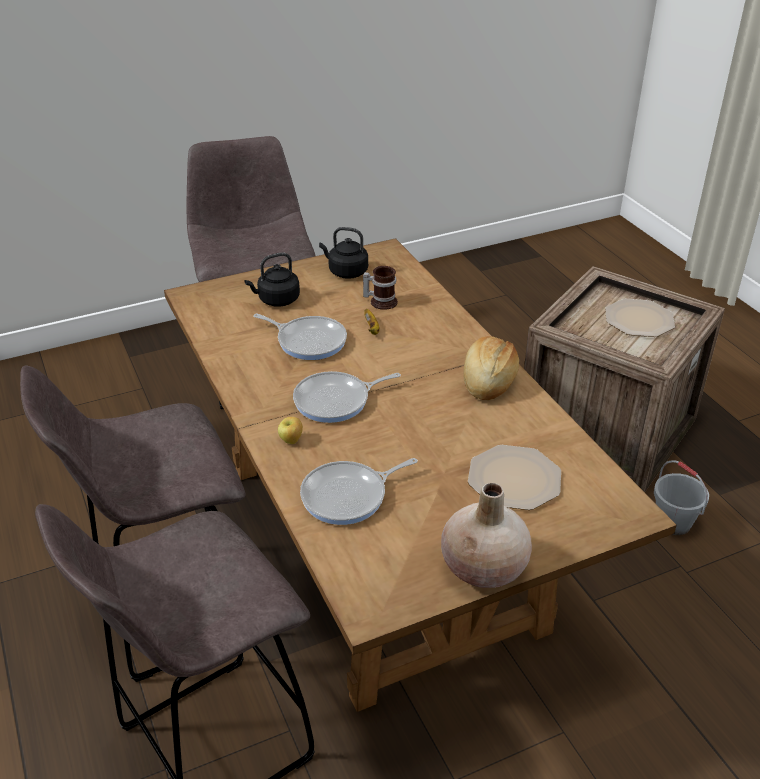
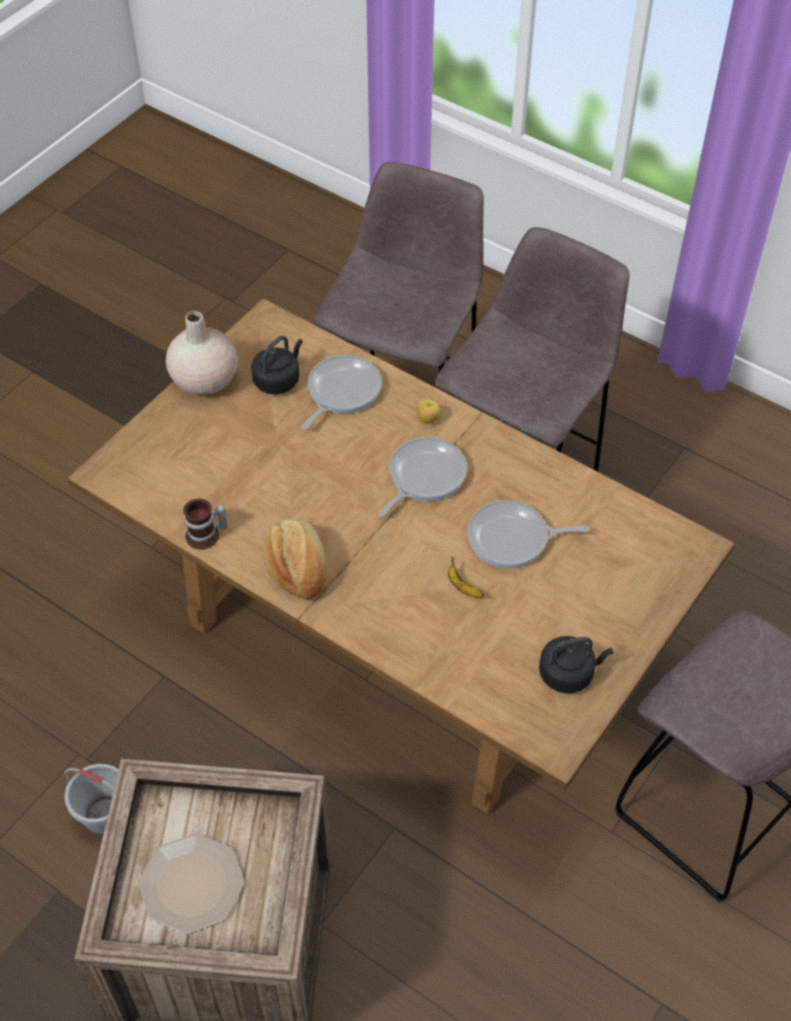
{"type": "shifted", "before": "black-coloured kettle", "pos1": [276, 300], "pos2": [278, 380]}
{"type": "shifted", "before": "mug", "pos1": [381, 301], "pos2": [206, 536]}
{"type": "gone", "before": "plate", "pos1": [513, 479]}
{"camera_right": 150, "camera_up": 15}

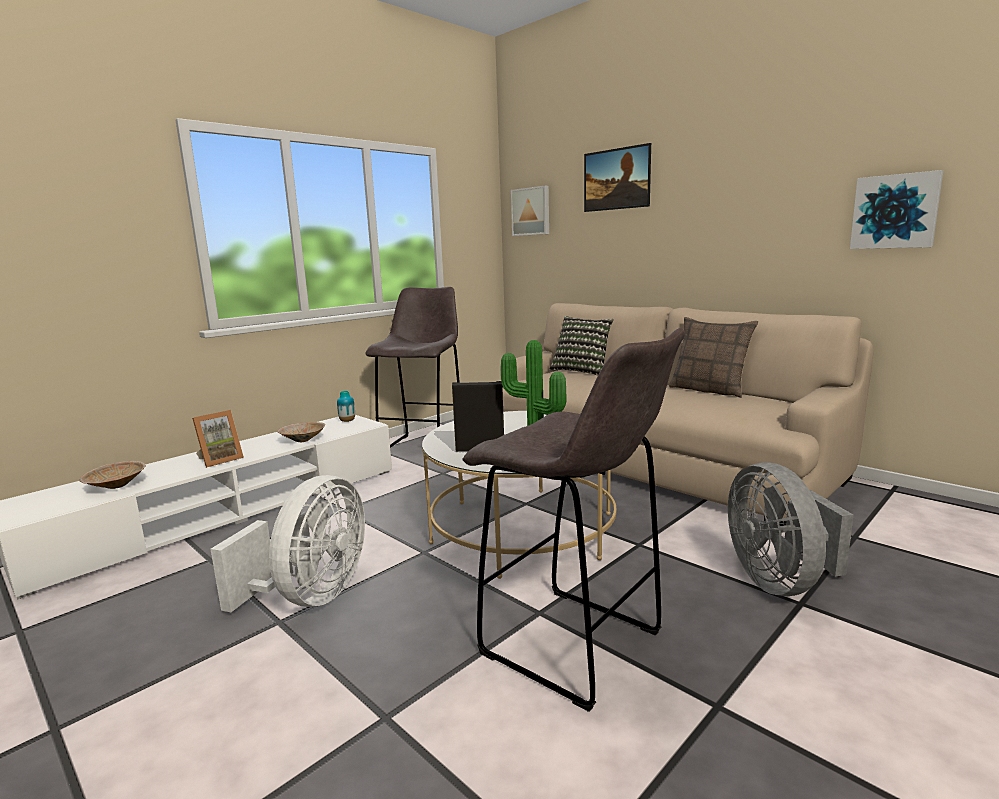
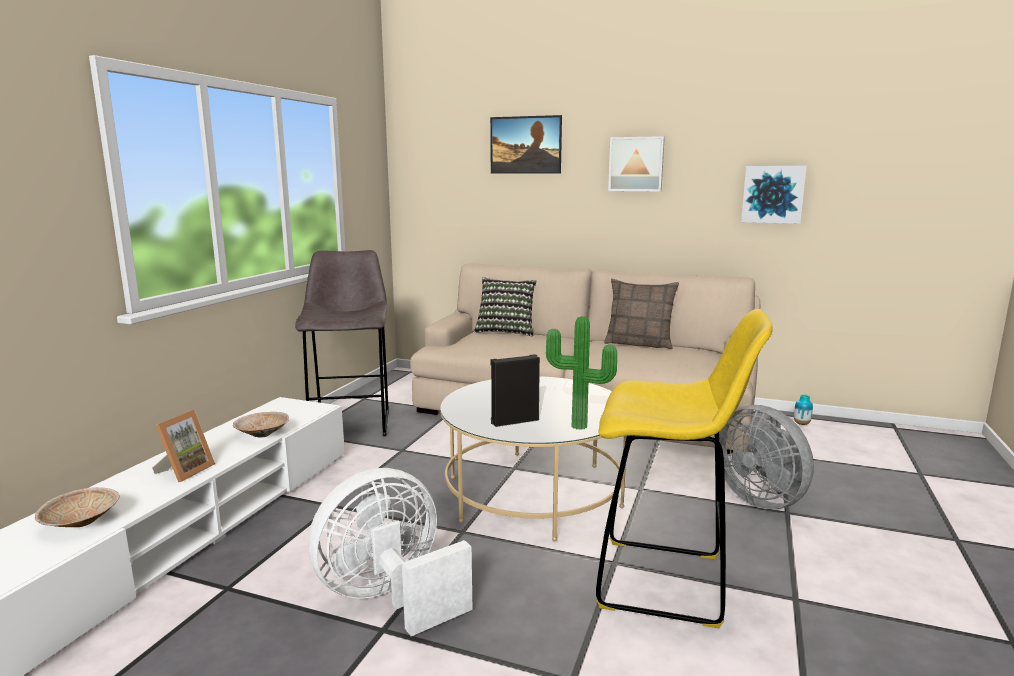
{"type": "shifted", "before": "picture", "pos1": [531, 211], "pos2": [636, 164]}
{"type": "repainted", "before": "grey sitting stool", "after": "yellow-coloured sitting stool", "pos1": [576, 646], "pos2": [666, 582]}
{"type": "shifted", "before": "decorative vase", "pos1": [347, 421], "pos2": [801, 424]}
{"type": "rotated", "before": "white electric fan", "pos1": [311, 596], "pos2": [390, 597], "turn": -120}
{"camera_right": -25, "camera_up": 0}

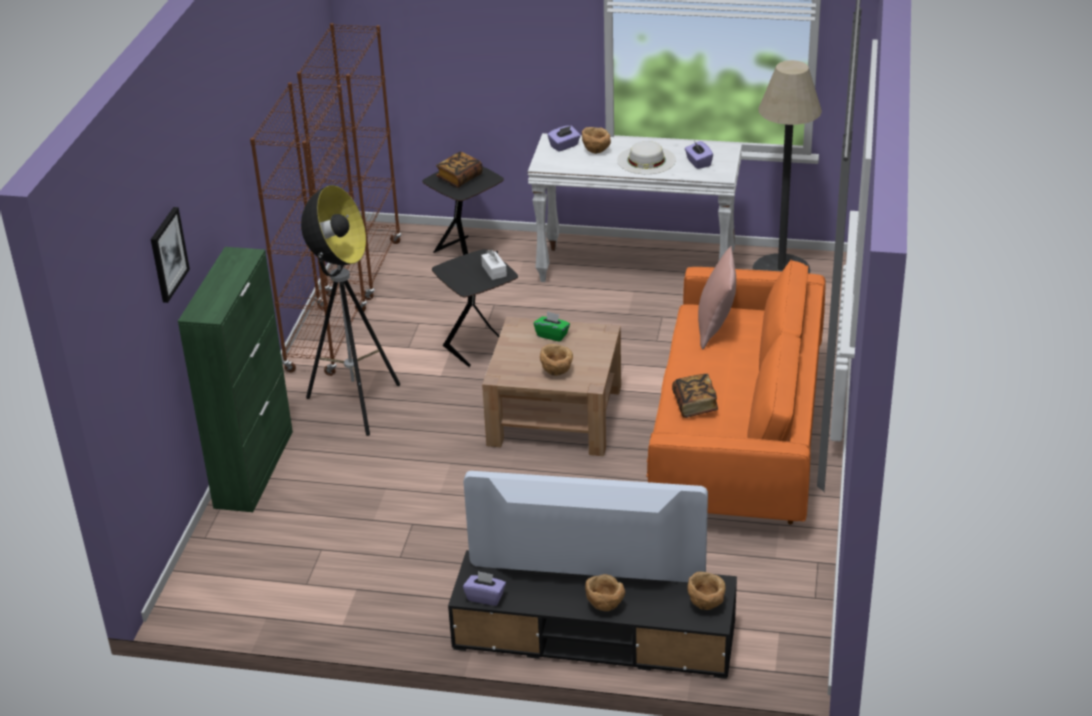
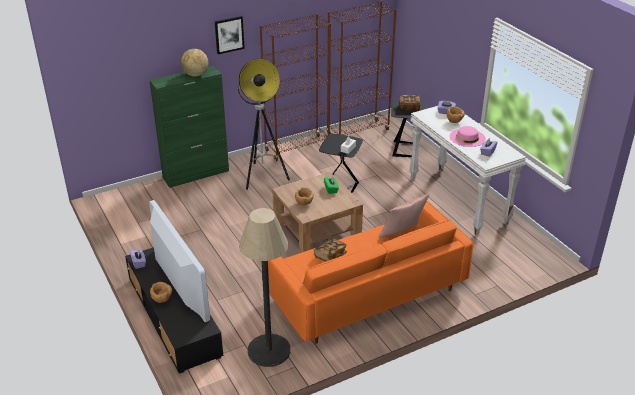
{"type": "shifted", "before": "standard lamp", "pos1": [781, 271], "pos2": [269, 350]}
{"type": "repainted", "before": "white hat", "after": "pink hat", "pos1": [646, 160], "pos2": [467, 137]}
{"type": "shifted", "before": "picture", "pos1": [168, 254], "pos2": [229, 34]}
{"type": "gone", "before": "brownish serving bowl", "pos1": [706, 604]}
{"type": "new", "after": "desk globe", "pos2": [195, 75]}
{"camera_right": 50, "camera_up": 0}

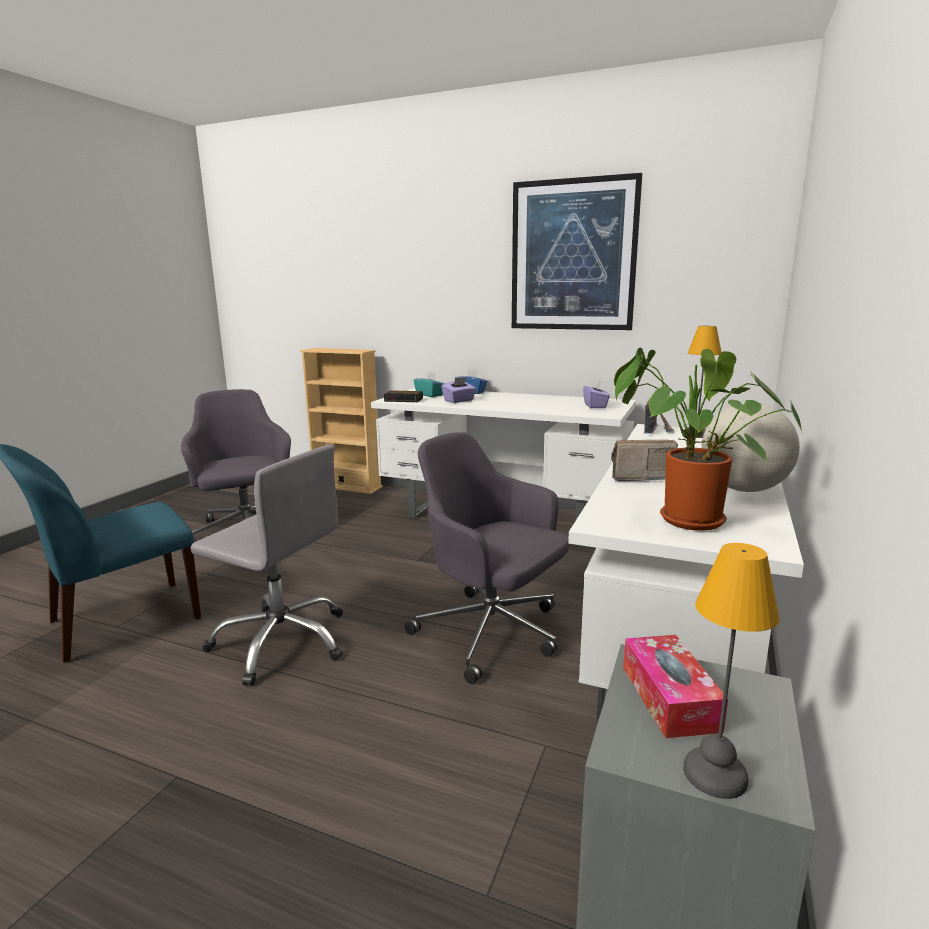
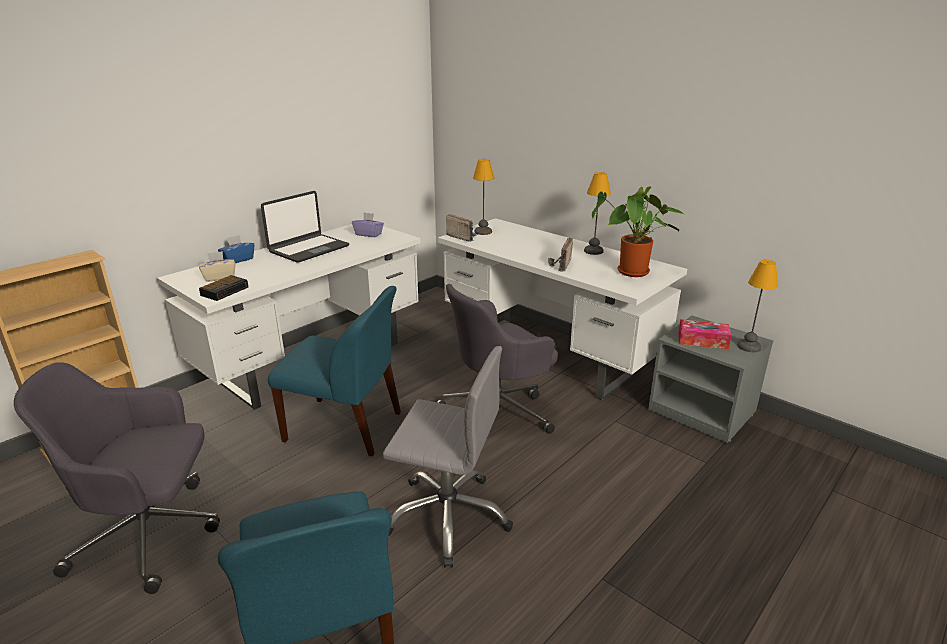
{"type": "gone", "before": "picture", "pos1": [573, 256]}
{"type": "repainted", "before": "turquoise tissue box", "after": "sand-coloured tissue box", "pos1": [430, 395], "pos2": [219, 277]}
{"type": "gone", "before": "purple tissue box", "pos1": [459, 401]}
{"type": "swapped", "before": "desk globe", "after": "table lamp", "pos1": [743, 489], "pos2": [593, 251]}
{"type": "rotated", "before": "grey desk chair", "pos1": [282, 641], "pos2": [448, 516], "turn": 60}
{"type": "new", "after": "notebook computer", "pos2": [308, 249]}
{"type": "new", "after": "bluish chair", "pos2": [346, 427]}
{"camera_right": -70, "camera_up": 10}

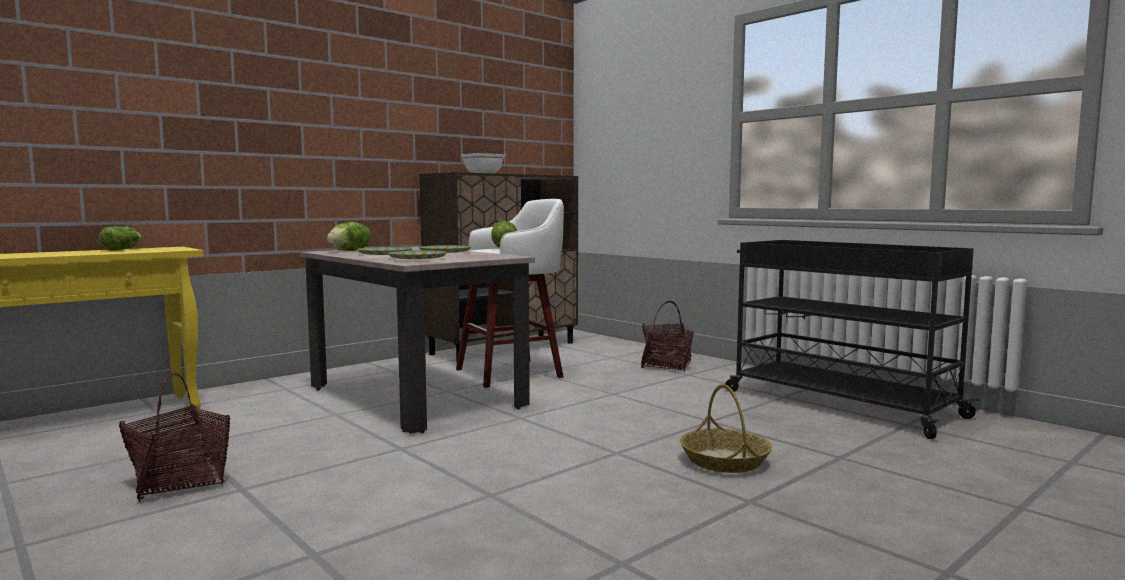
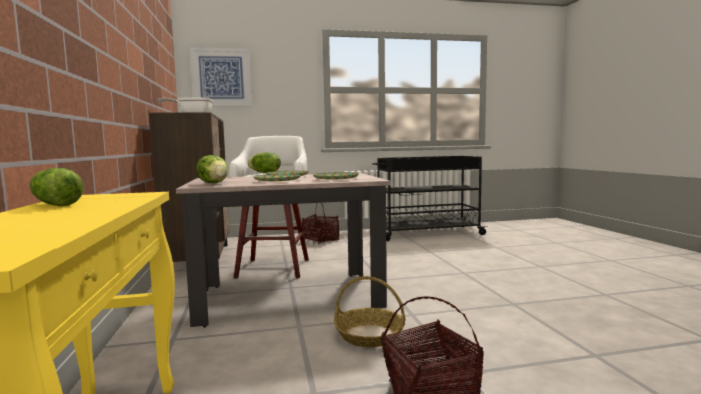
{"type": "shifted", "before": "basket", "pos1": [725, 461], "pos2": [370, 335]}
{"type": "new", "after": "picture", "pos2": [221, 77]}
{"camera_right": -60, "camera_up": 0}

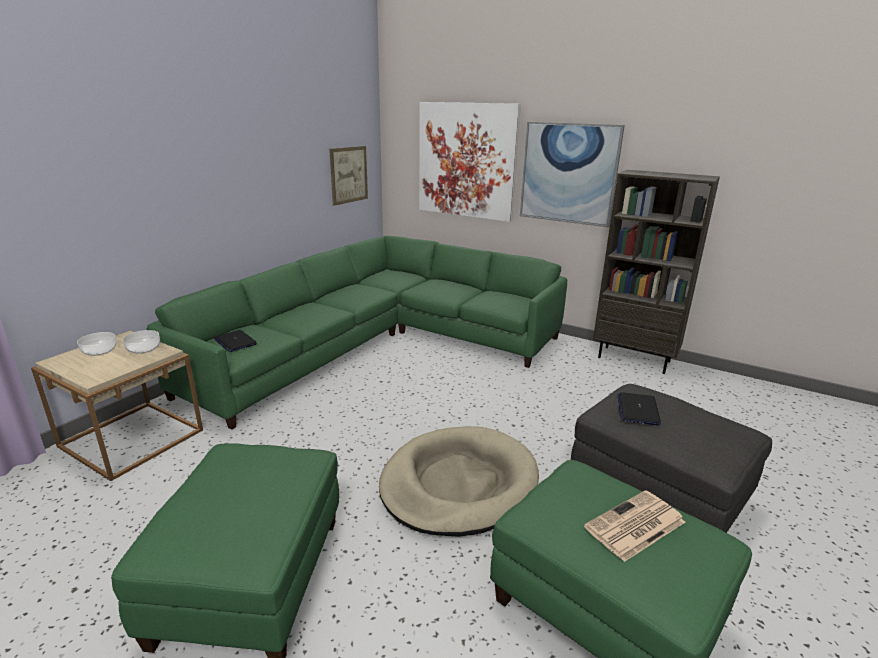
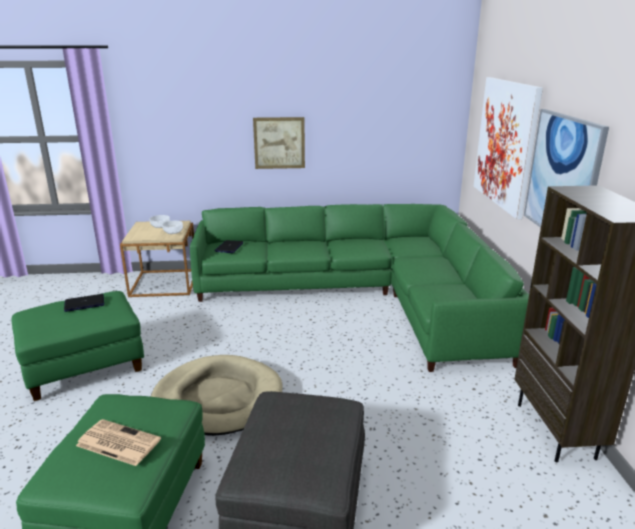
{"type": "shifted", "before": "picture", "pos1": [349, 175], "pos2": [279, 143]}
{"type": "shifted", "before": "notebook computer", "pos1": [638, 409], "pos2": [84, 303]}
{"camera_right": 55, "camera_up": 0}

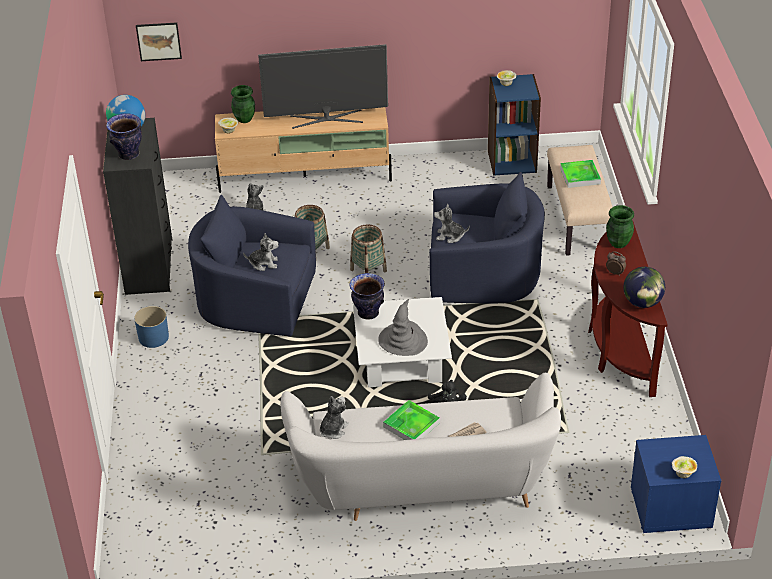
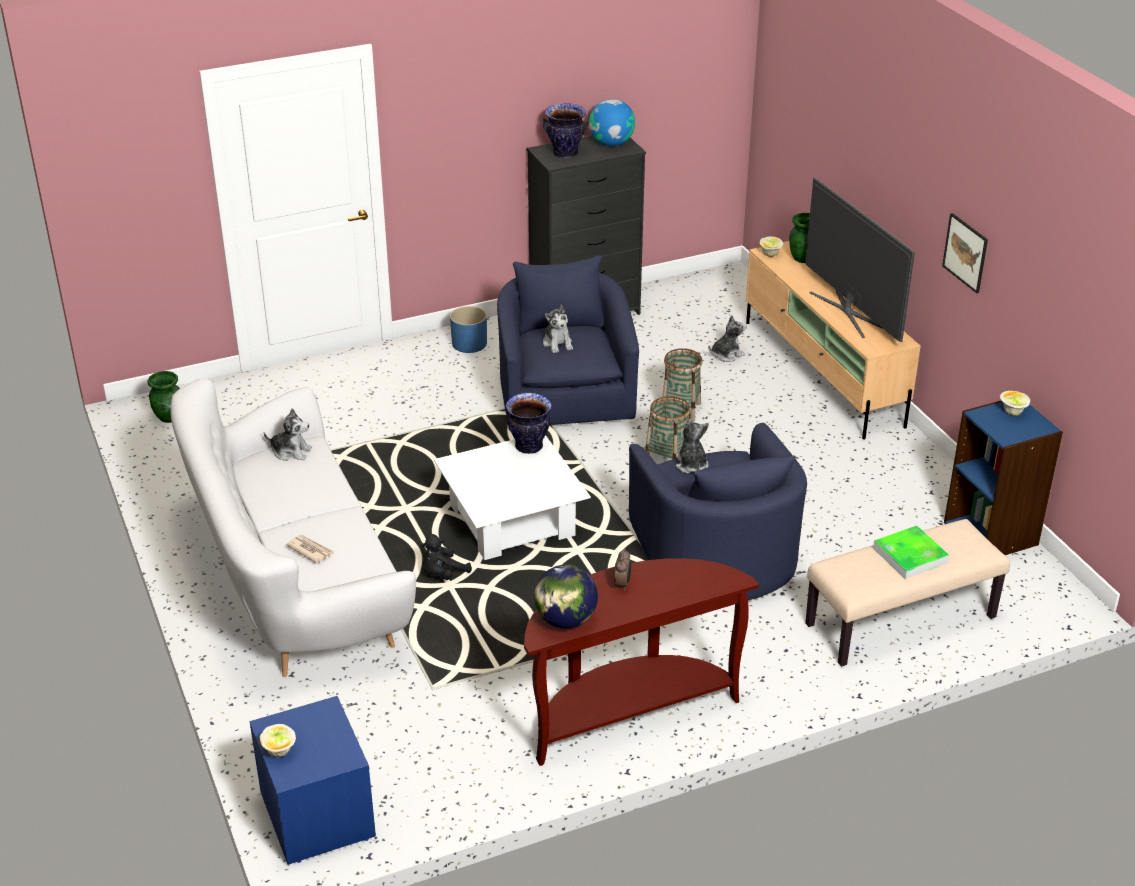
{"type": "shifted", "before": "picture", "pos1": [158, 41], "pos2": [965, 252]}
{"type": "shifted", "before": "green-coloured decorative vase", "pos1": [618, 243], "pos2": [169, 417]}
{"type": "gone", "before": "grey hat", "pos1": [403, 340]}
{"type": "gone", "before": "serving tray", "pos1": [411, 425]}
{"camera_right": 70, "camera_up": -5}

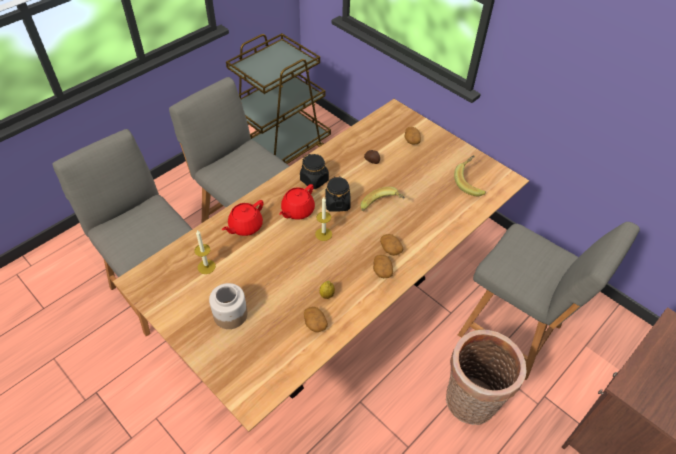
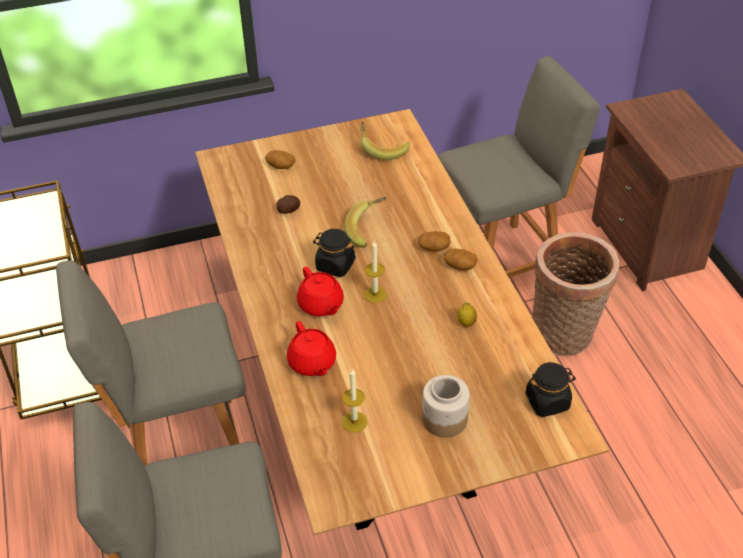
{"type": "shifted", "before": "black-coloured storage jar", "pos1": [314, 180], "pos2": [547, 401]}
{"type": "gone", "before": "spud", "pos1": [315, 323]}
{"camera_right": -60, "camera_up": -5}

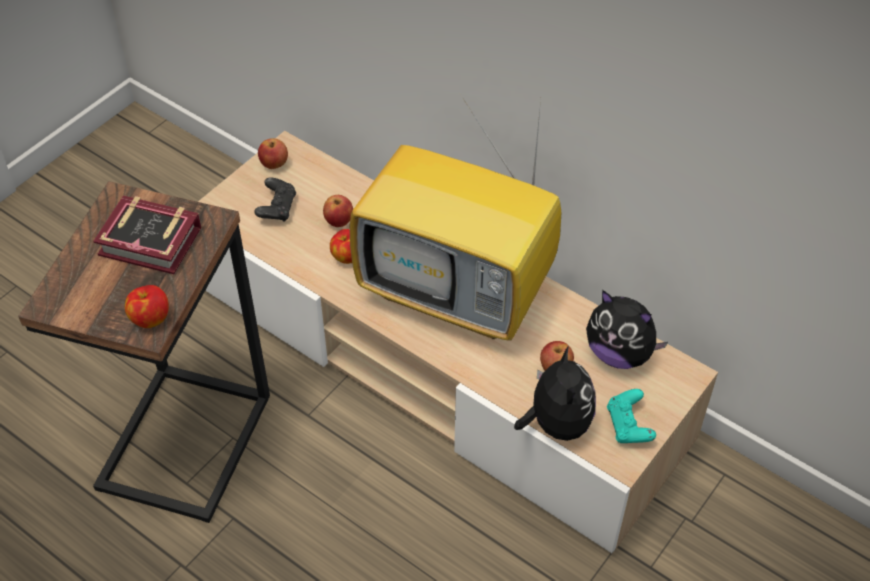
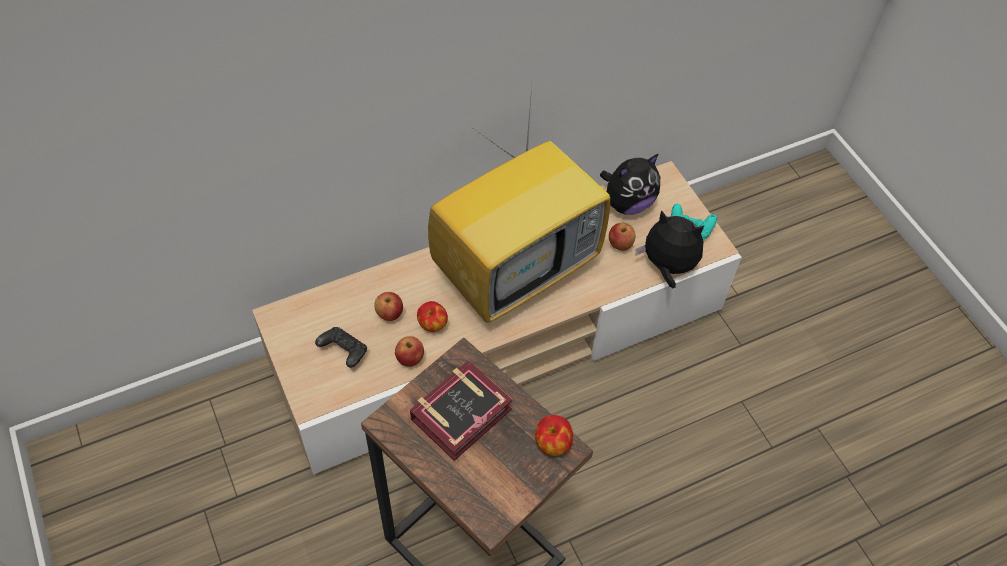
{"type": "shifted", "before": "whole apple", "pos1": [274, 164], "pos2": [410, 359]}
{"camera_right": -65, "camera_up": 5}

